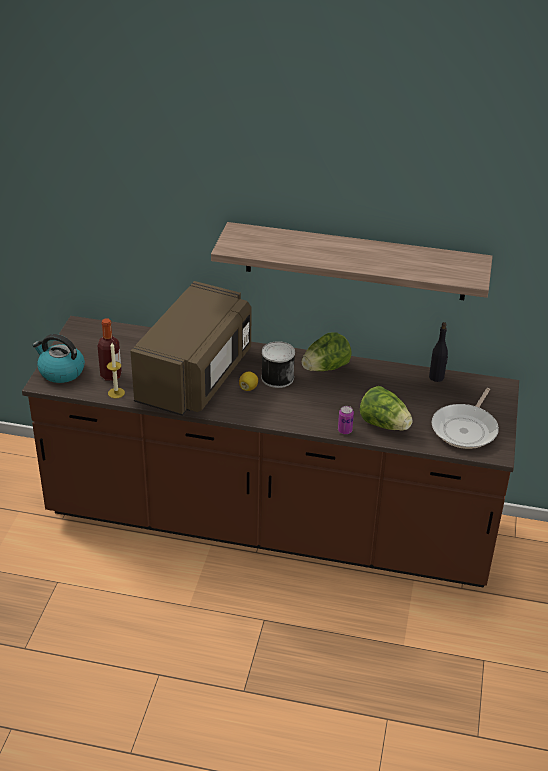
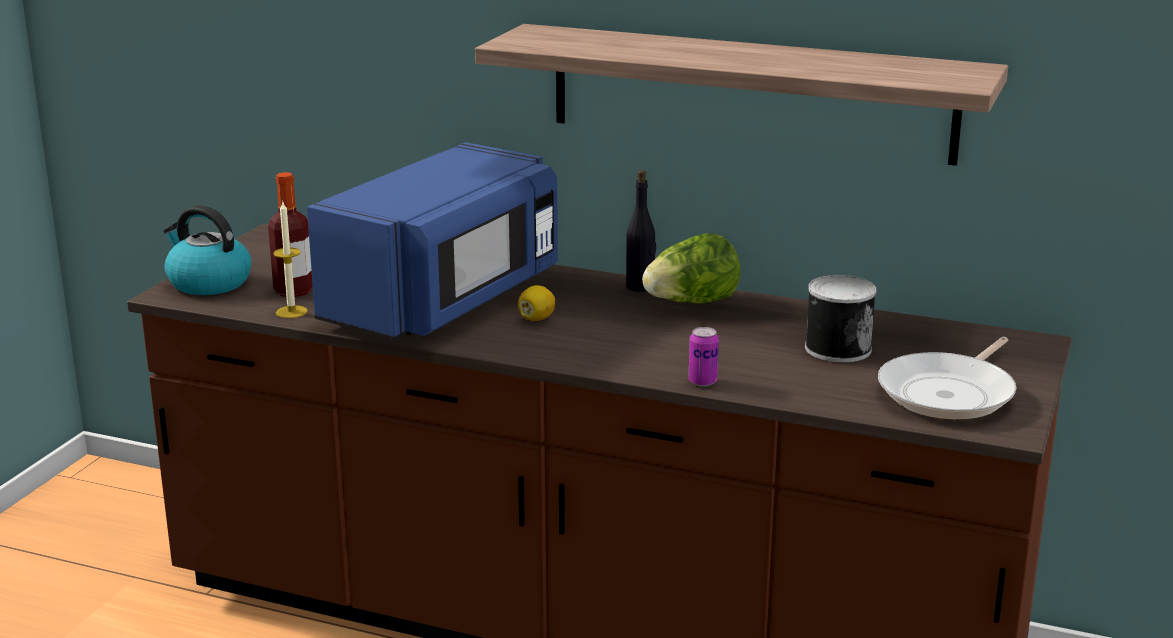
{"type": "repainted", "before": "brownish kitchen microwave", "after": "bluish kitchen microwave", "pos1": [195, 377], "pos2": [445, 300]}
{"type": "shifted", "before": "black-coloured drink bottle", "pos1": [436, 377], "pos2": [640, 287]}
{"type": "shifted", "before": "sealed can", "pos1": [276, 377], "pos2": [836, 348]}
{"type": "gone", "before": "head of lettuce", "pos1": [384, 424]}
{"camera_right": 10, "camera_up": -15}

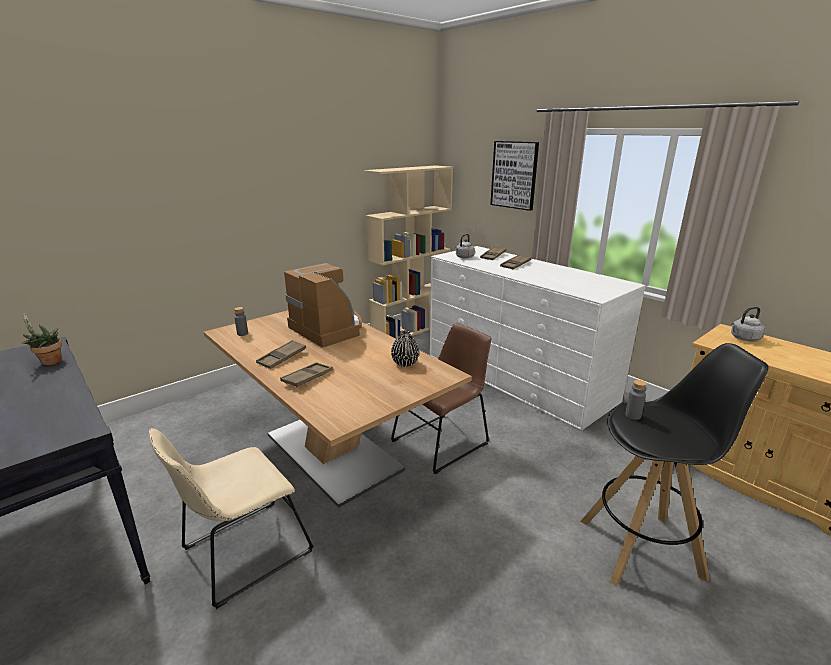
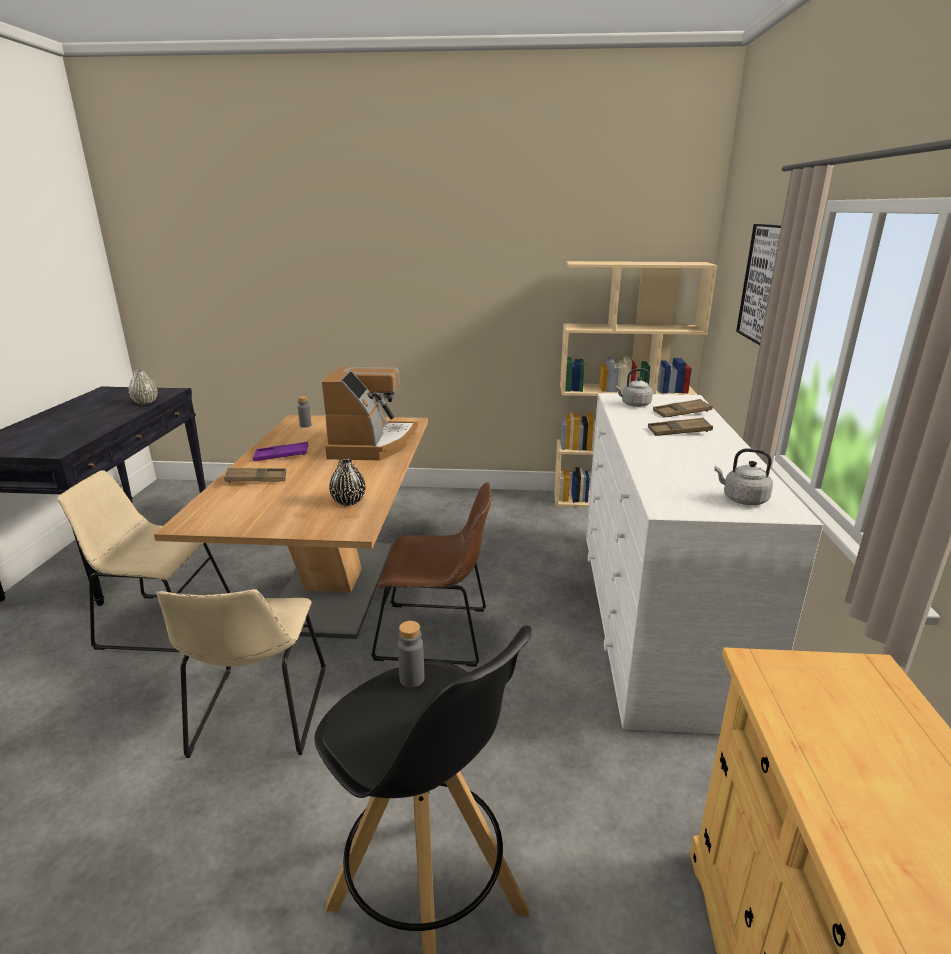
{"type": "shifted", "before": "grey kettle", "pos1": [743, 338], "pos2": [742, 499]}
{"type": "swapped", "before": "potted plant", "after": "grey decorative vase", "pos1": [49, 361], "pos2": [145, 402]}
{"type": "repainted", "before": "brownish serving tray", "after": "purple serving tray", "pos1": [282, 357], "pos2": [281, 455]}
{"type": "new", "after": "sand-coloured chair", "pos2": [259, 715]}
{"camera_right": 45, "camera_up": 0}

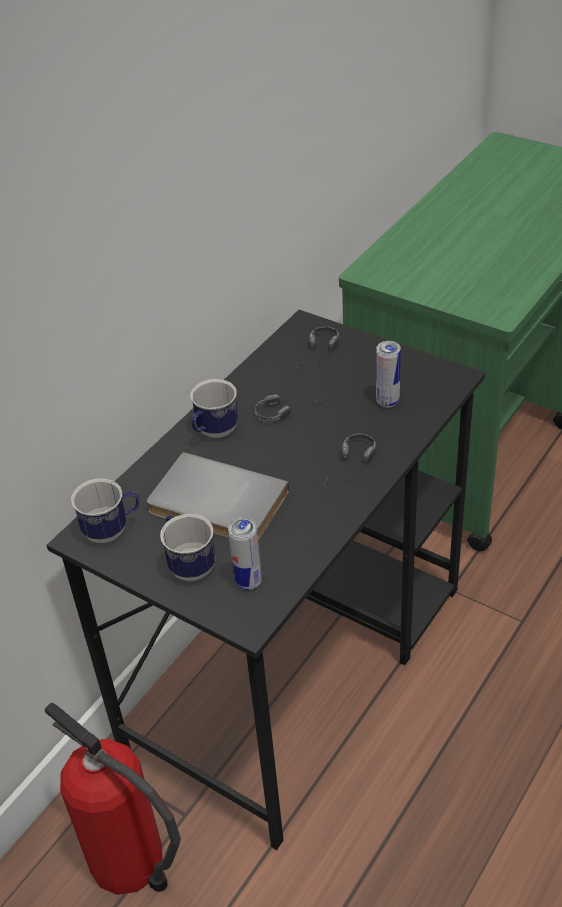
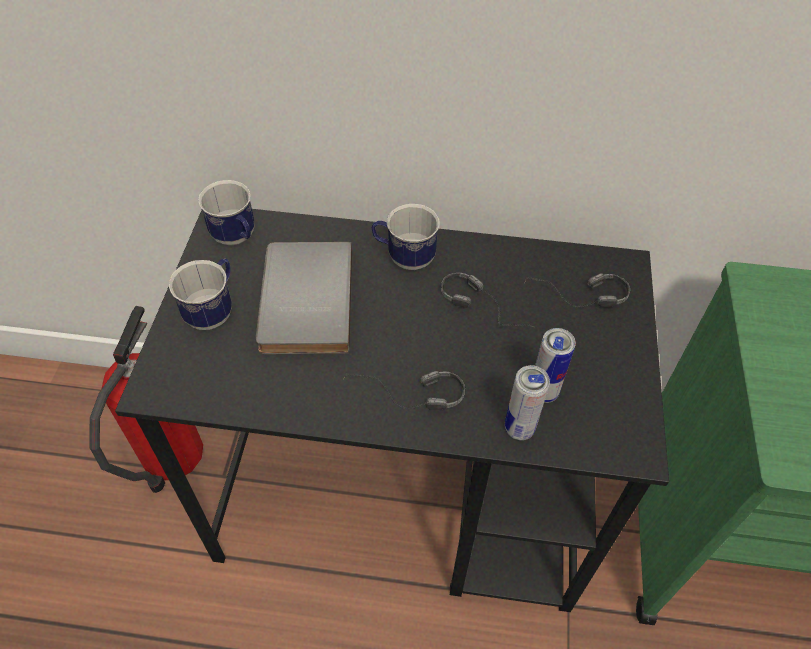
{"type": "shifted", "before": "sealed can", "pos1": [248, 582], "pos2": [519, 428]}
{"camera_right": 60, "camera_up": 10}

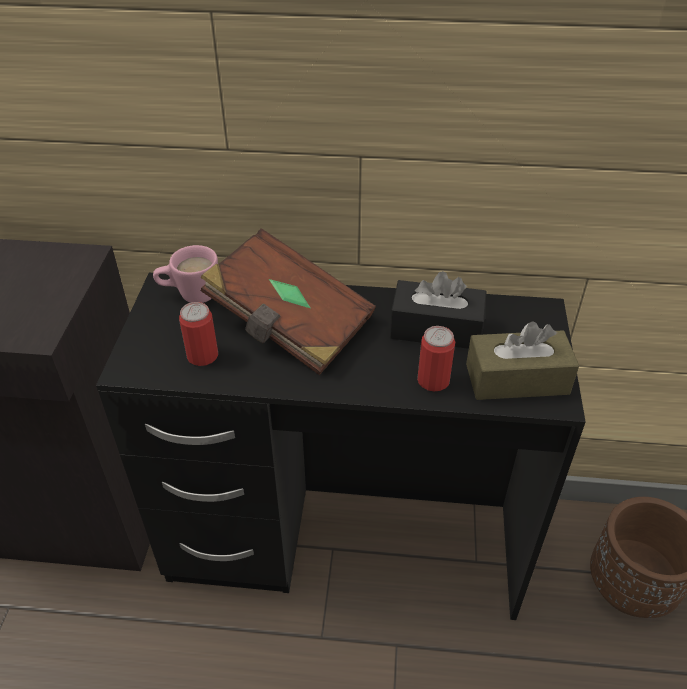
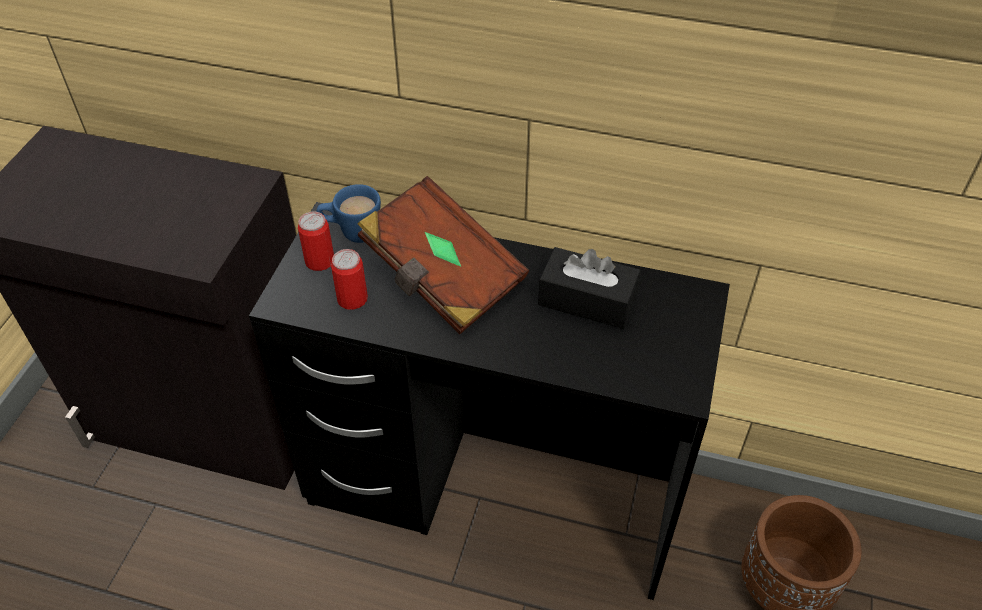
{"type": "repainted", "before": "pink mug", "after": "bluish mug", "pos1": [190, 295], "pos2": [352, 232]}
{"type": "gone", "before": "brownish tissue box", "pos1": [517, 379]}
{"type": "shifted", "before": "sealed can", "pos1": [433, 380], "pos2": [319, 261]}
{"camera_right": 10, "camera_up": 5}

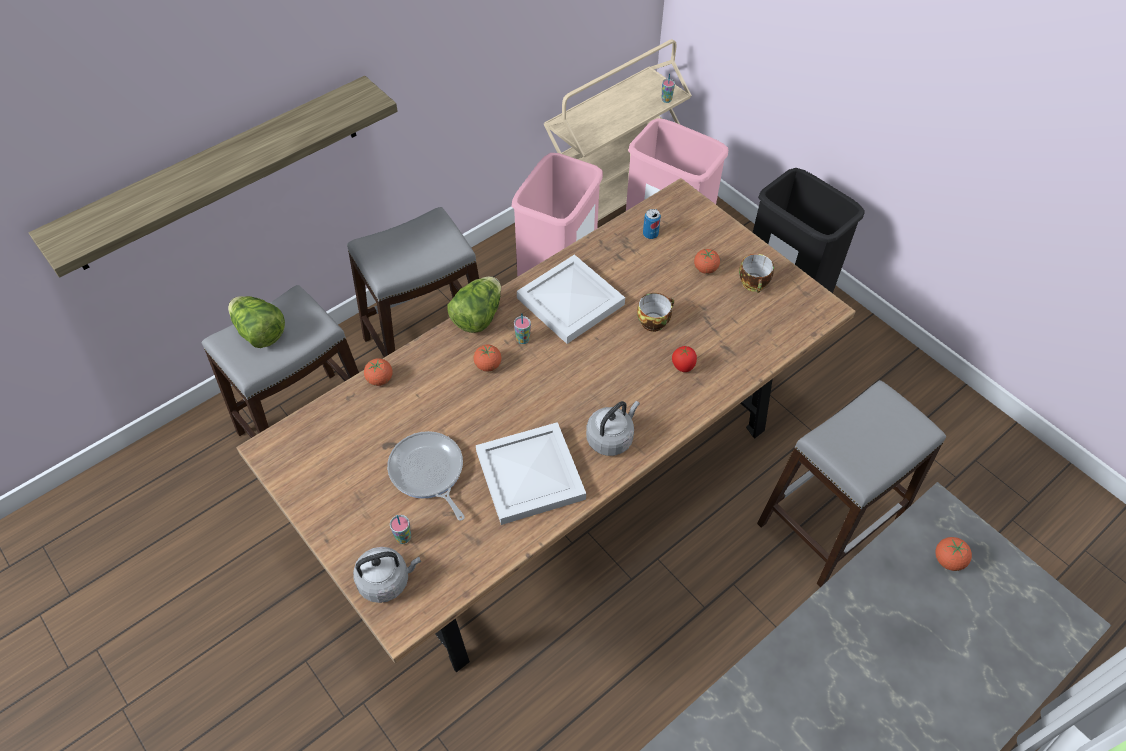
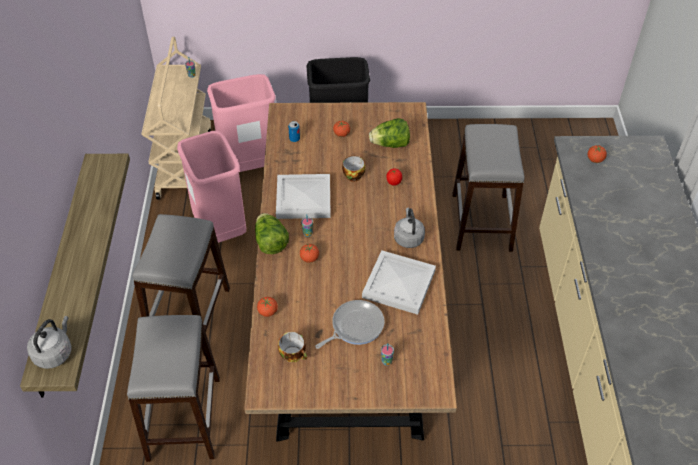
{"type": "shifted", "before": "drinking cup", "pos1": [754, 284], "pos2": [294, 354]}
{"type": "shifted", "before": "head of lettuce", "pos1": [259, 333], "pos2": [390, 144]}
{"type": "rotated", "before": "frying pan", "pos1": [428, 472], "pos2": [355, 326], "turn": 135}
{"type": "shifted", "before": "grey kettle", "pos1": [387, 581], "pos2": [54, 353]}
{"camera_right": -50, "camera_up": -5}

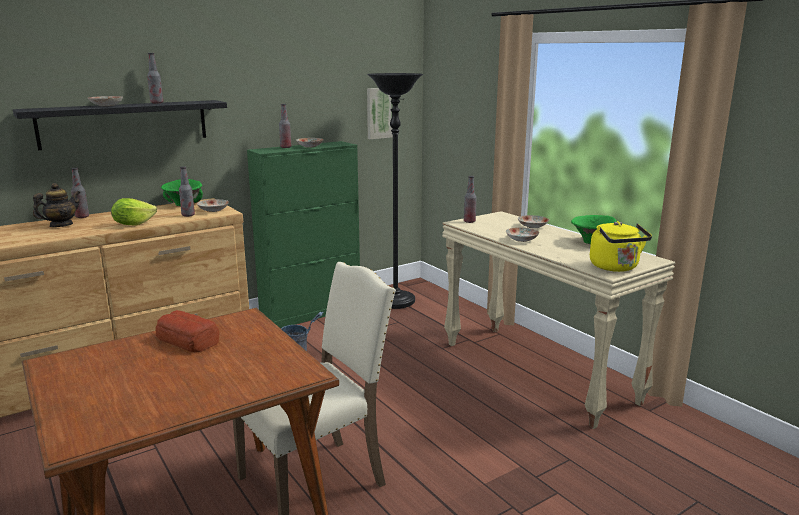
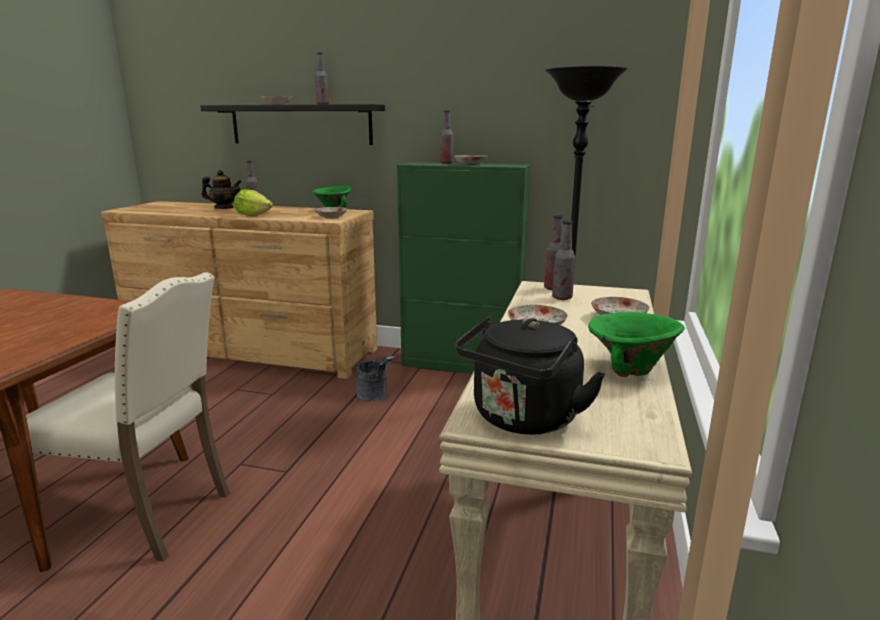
{"type": "gone", "before": "picture", "pos1": [381, 113]}
{"type": "shifted", "before": "drink bottle", "pos1": [188, 215], "pos2": [562, 298]}
{"type": "repainted", "before": "yellow-coloured kettle", "after": "black-coloured kettle", "pos1": [616, 267], "pos2": [523, 420]}
{"type": "gone", "before": "baked bread", "pos1": [188, 340]}
{"camera_right": 50, "camera_up": 0}

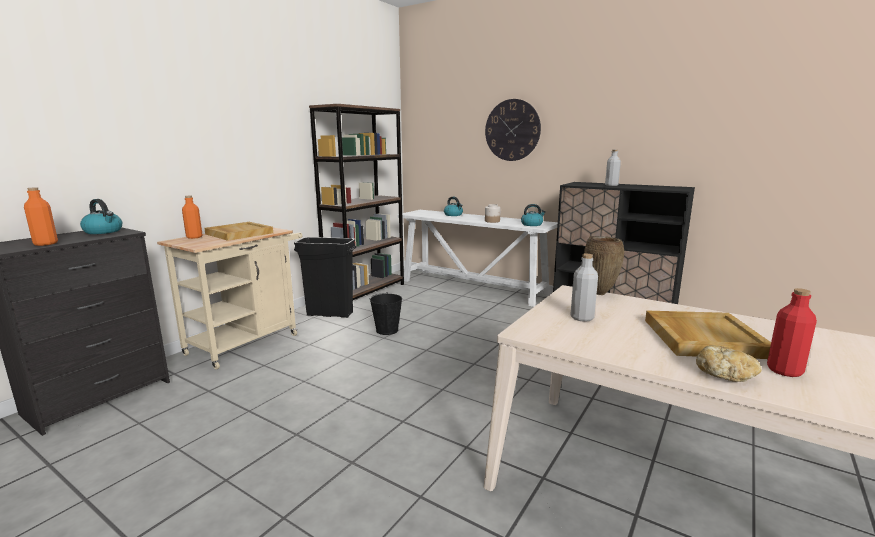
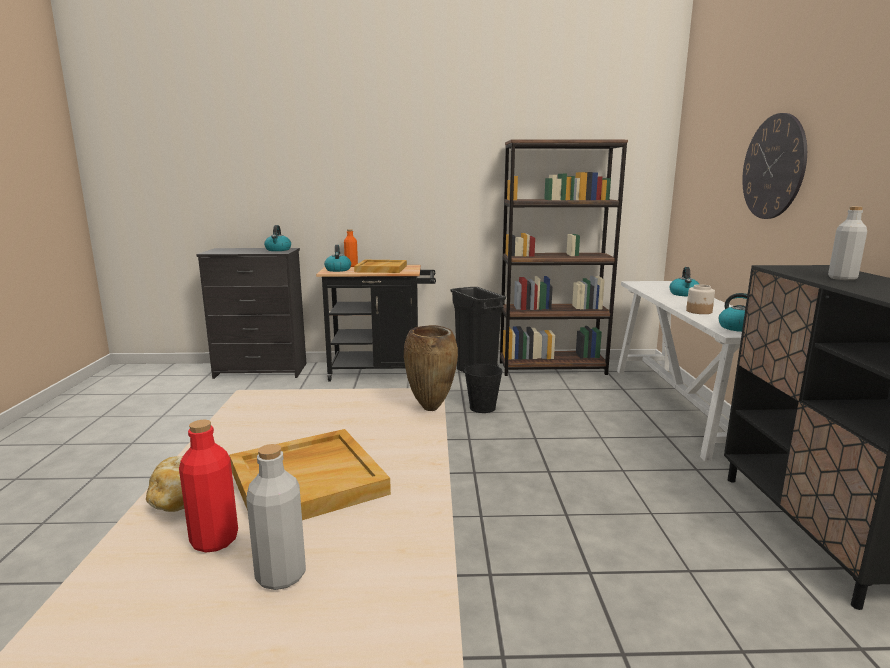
{"type": "gone", "before": "orangey drink bottle", "pos1": [45, 244]}
{"type": "repainted", "before": "sand-coloured trolley", "after": "black-coloured trolley", "pos1": [248, 342], "pos2": [381, 372]}
{"type": "shifted", "before": "grey drink bottle", "pos1": [582, 317], "pos2": [281, 575]}
{"type": "new", "after": "kettle", "pos2": [338, 270]}
{"camera_right": 55, "camera_up": 0}

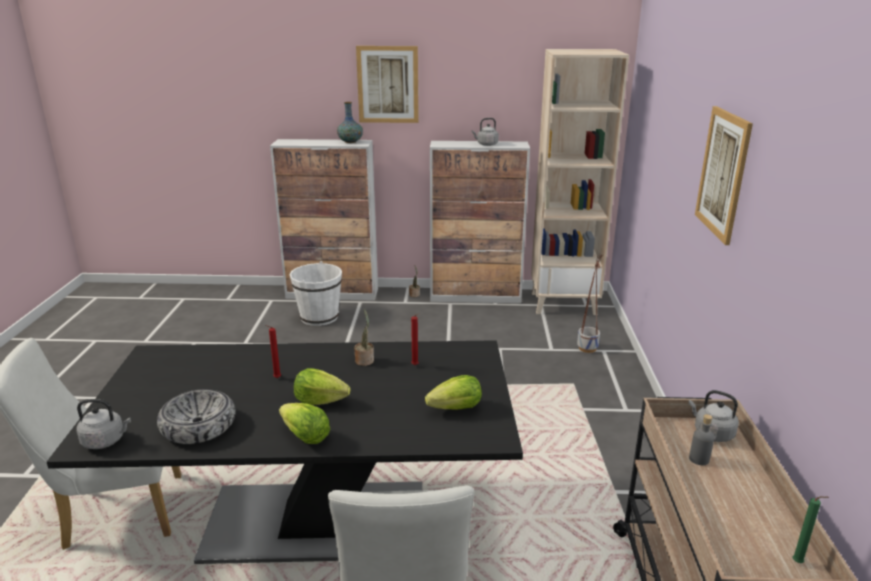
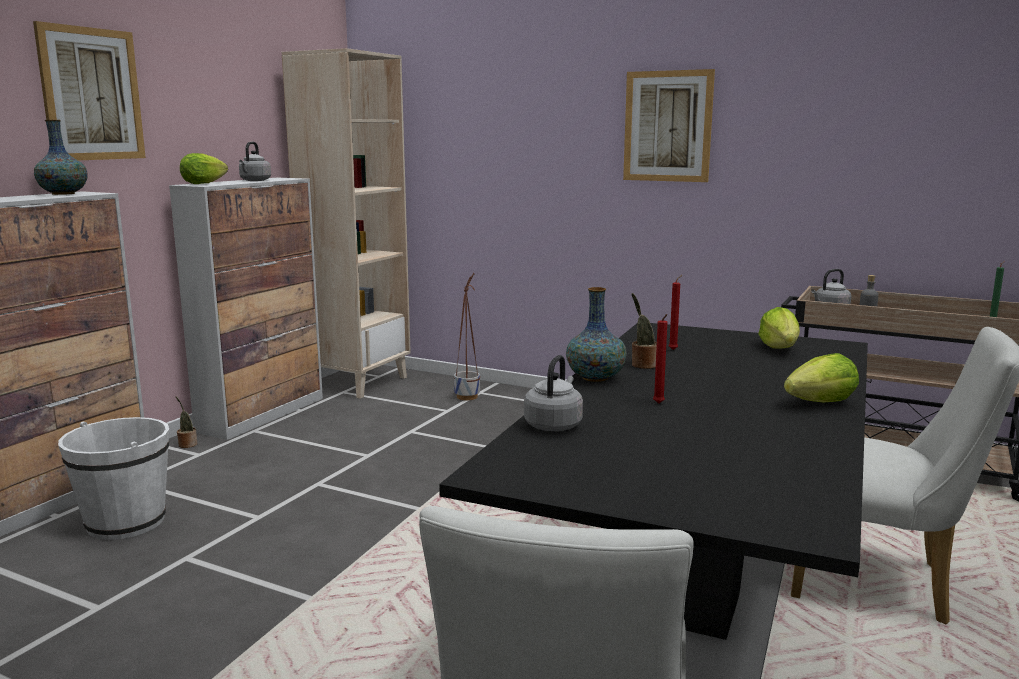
{"type": "shifted", "before": "head of lettuce", "pos1": [320, 401], "pos2": [203, 183]}
{"type": "gone", "before": "serving bowl", "pos1": [198, 426]}
{"type": "shifted", "before": "grey kettle", "pos1": [106, 441], "pos2": [554, 425]}
{"type": "new", "after": "decorative vase", "pos2": [595, 378]}
{"camera_right": -65, "camera_up": -10}

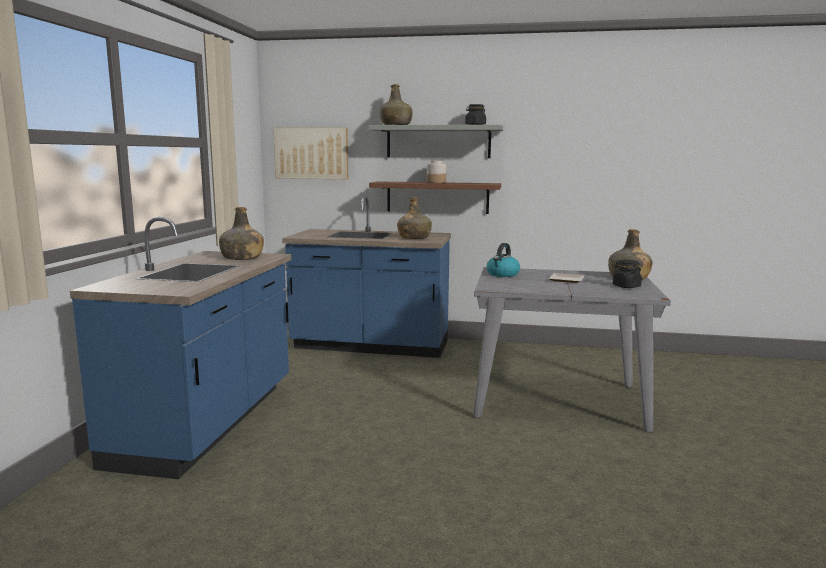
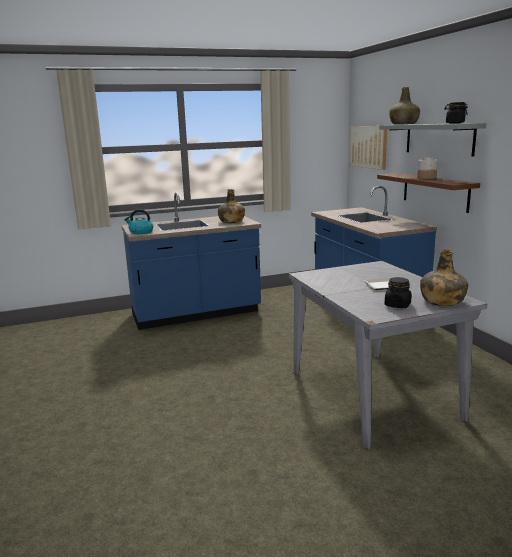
{"type": "gone", "before": "green-coloured drink bottle", "pos1": [414, 238]}
{"type": "shifted", "before": "kettle", "pos1": [502, 274], "pos2": [140, 232]}
{"camera_right": 60, "camera_up": 5}

